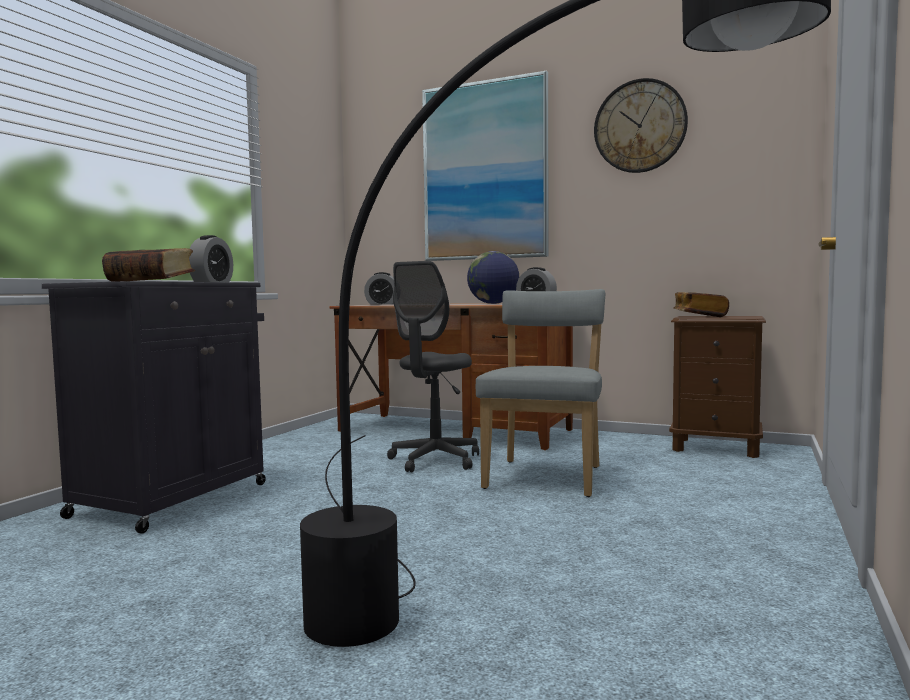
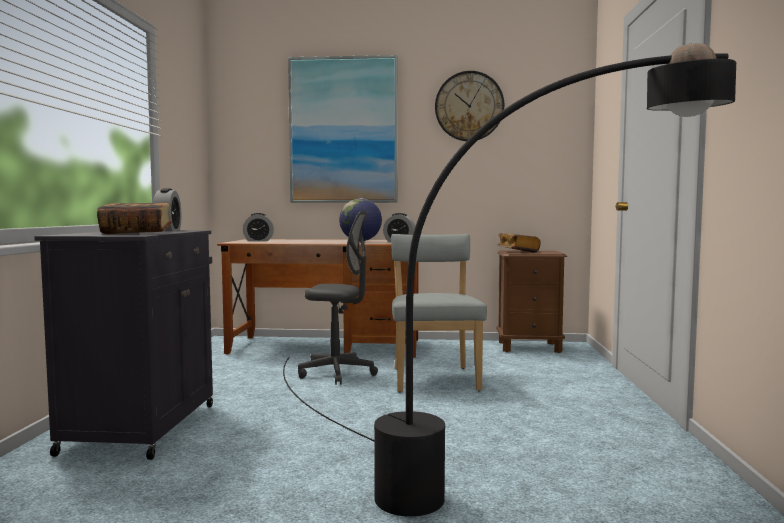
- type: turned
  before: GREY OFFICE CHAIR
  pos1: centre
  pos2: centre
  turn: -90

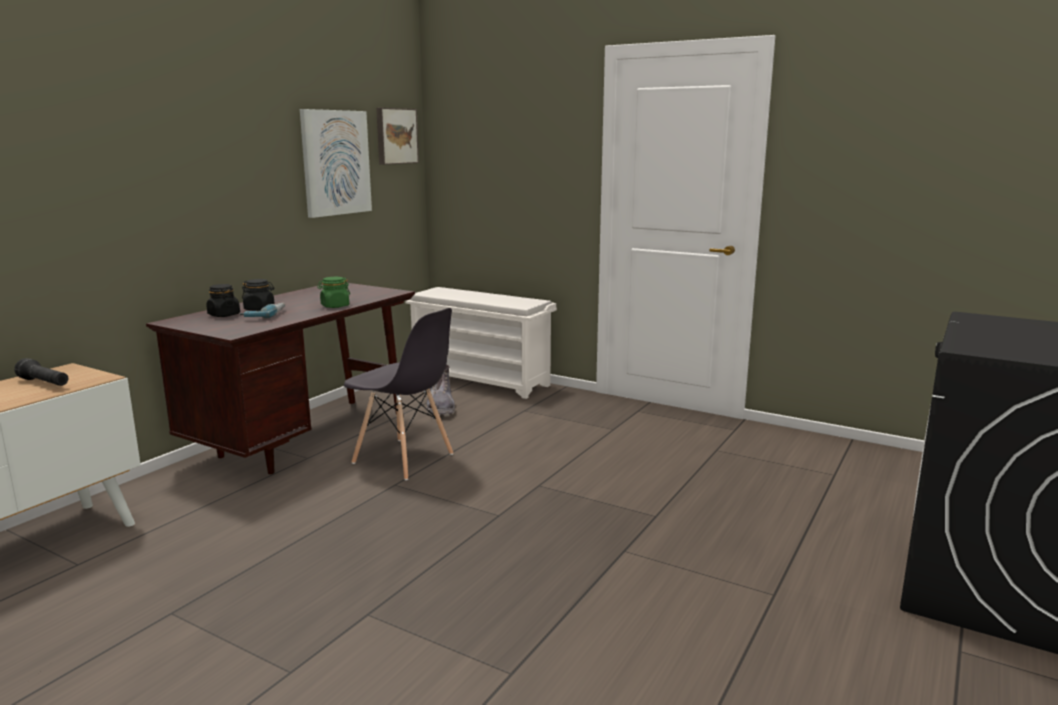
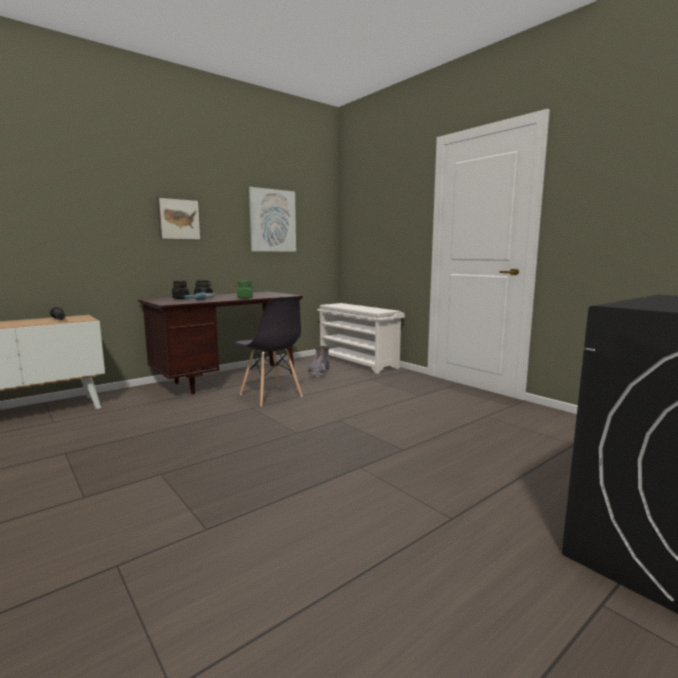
- type: moved
  before: PICTURE (2nd from left in the first image)
  after: PICTURE (1st from left)
  pos1: top centre
  pos2: top left

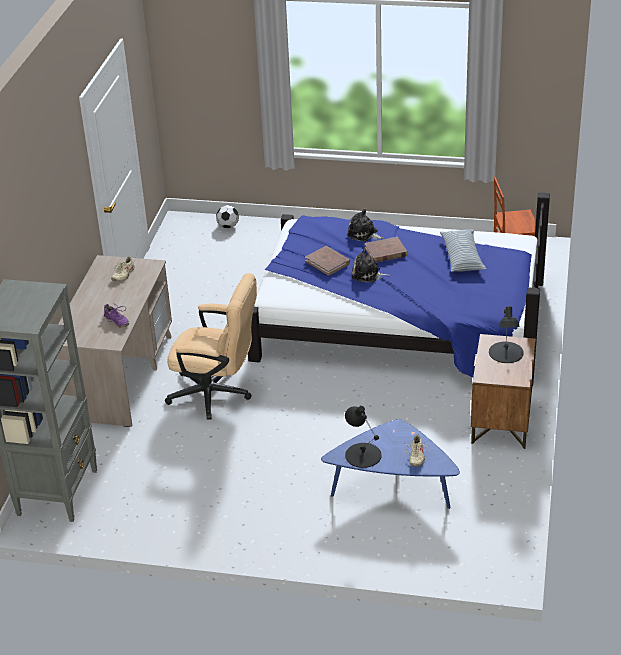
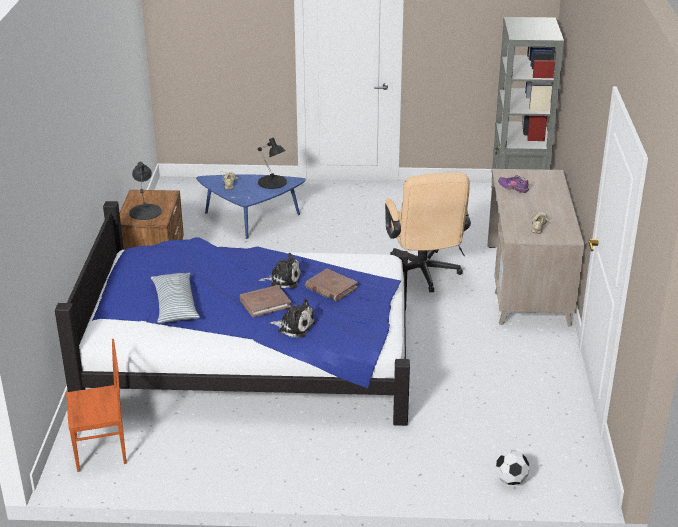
- type: turned
  before: BEIGE OFFICE CHAIR
  pos1: centre
  pos2: centre
  turn: -105

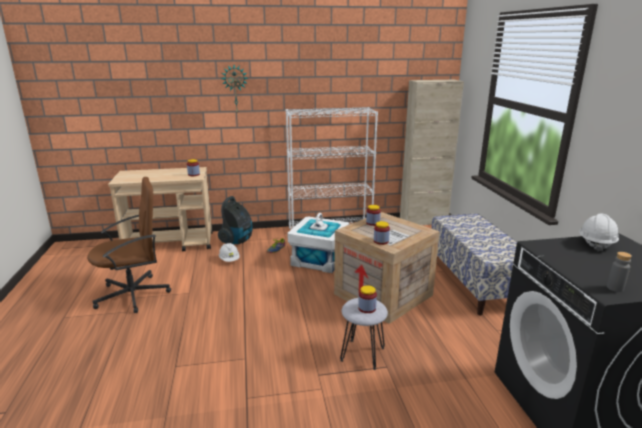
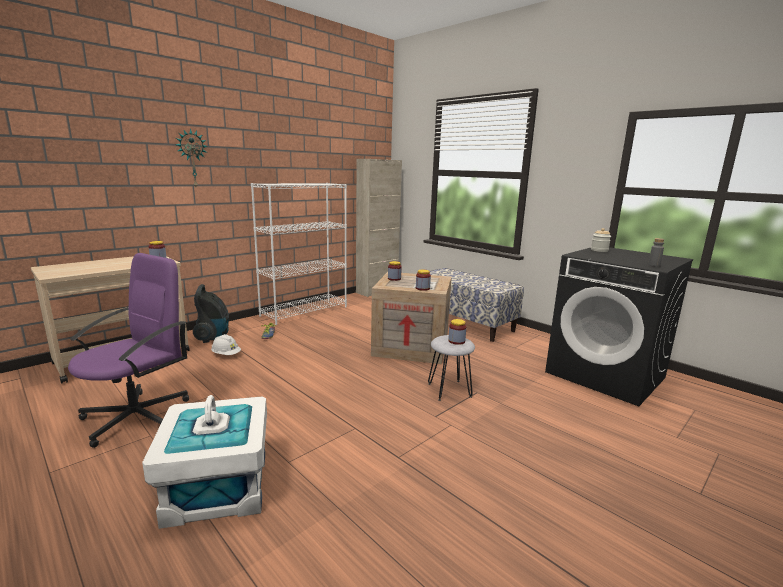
- type: recoloured
  before: BROWN OFFICE CHAIR
  after: PURPLE OFFICE CHAIR
  pos1: middle left
  pos2: middle left
- type: moved
  before: WHITE STORAGE BOX
  pos1: centre
  pos2: bottom left
- type: replaced
  before: WHITE HARD HAT (2nd from left)
  after: JAR (5th from left)
  pos1: middle right
  pos2: middle right

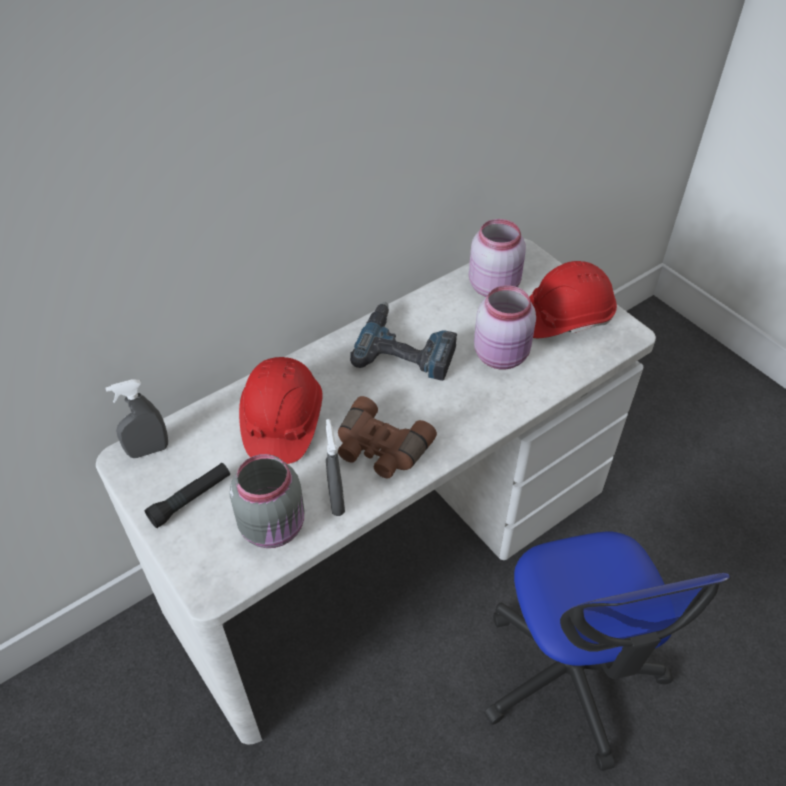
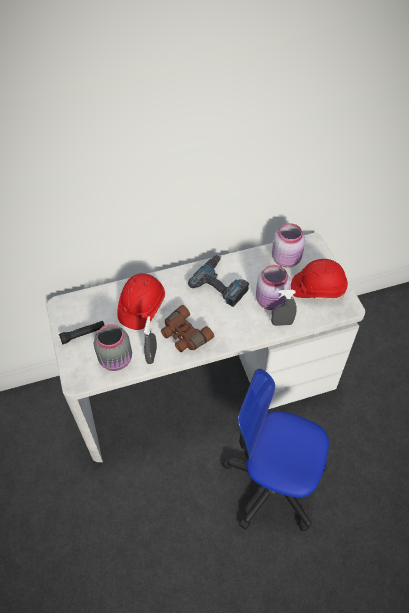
- type: moved
  before: GREY SPRAY BOTTLE (1st from left in the first image)
  after: GREY SPRAY BOTTLE (2nd from left)
  pos1: middle left
  pos2: middle right
- type: turned
  before: OFFICE CHAIR
  pos1: bottom right
  pos2: bottom right
  turn: 105

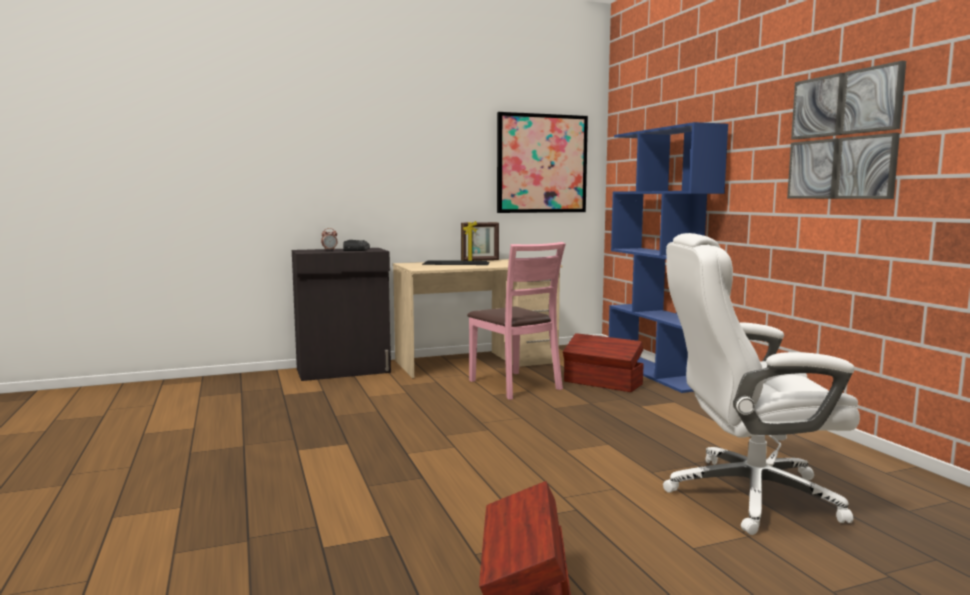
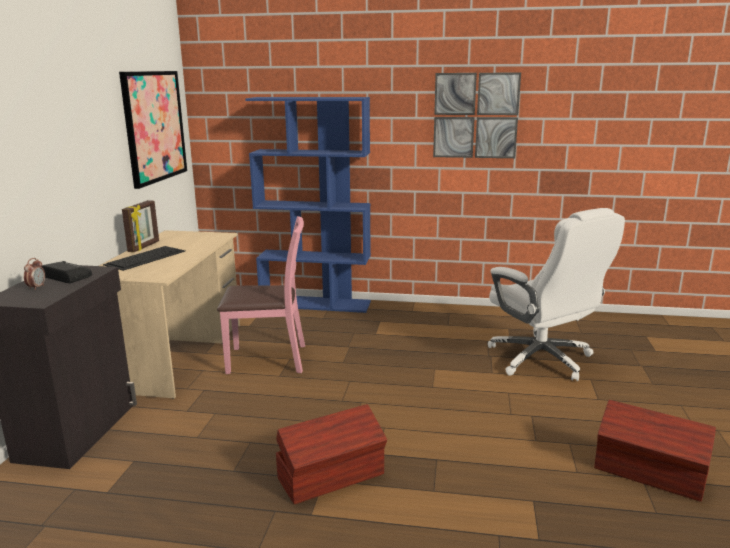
- type: turned
  before: WHITE OFFICE CHAIR
  pos1: middle right
  pos2: middle right
  turn: -60
- type: moved
  before: BROWN STORAGE BOX (2nd from left in the first image)
  after: BROWN STORAGE BOX (1st from left)
  pos1: centre
  pos2: bottom centre

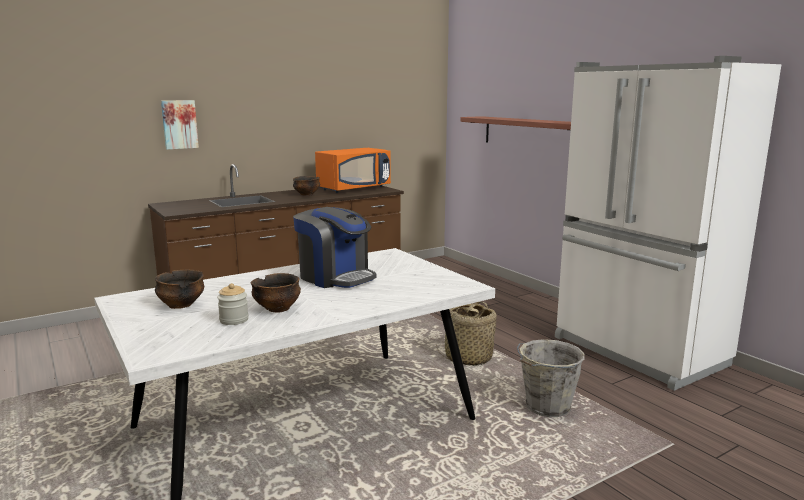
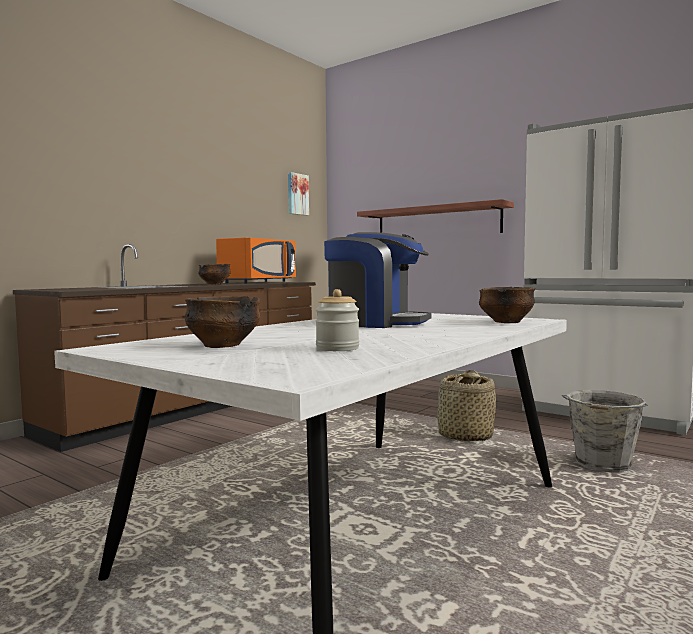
- type: moved
  before: PICTURE
  pos1: top left
  pos2: top centre
- type: moved
  before: BOWL (2nd from left in the first image)
  after: BOWL (3rd from left)
  pos1: centre
  pos2: middle right

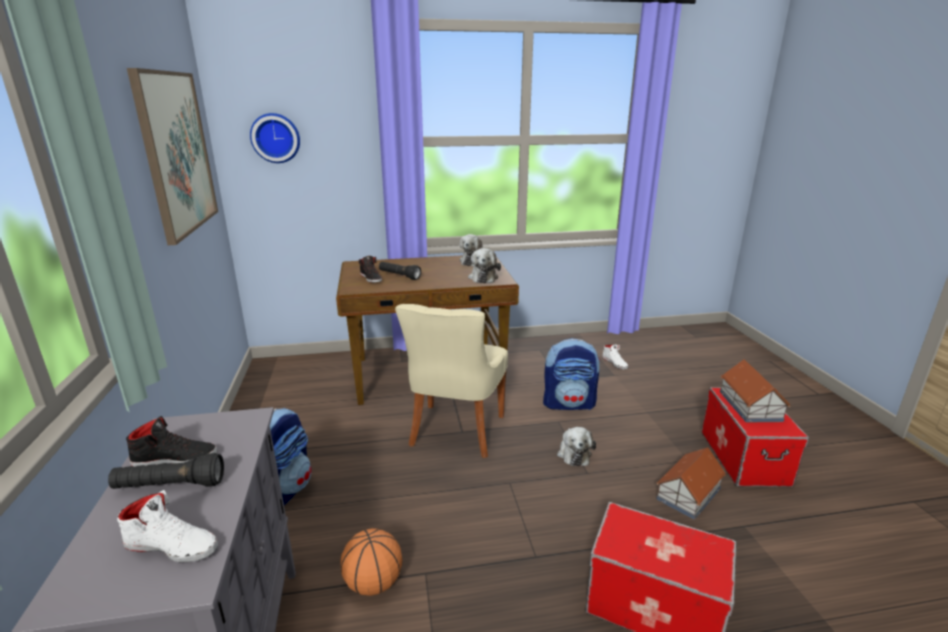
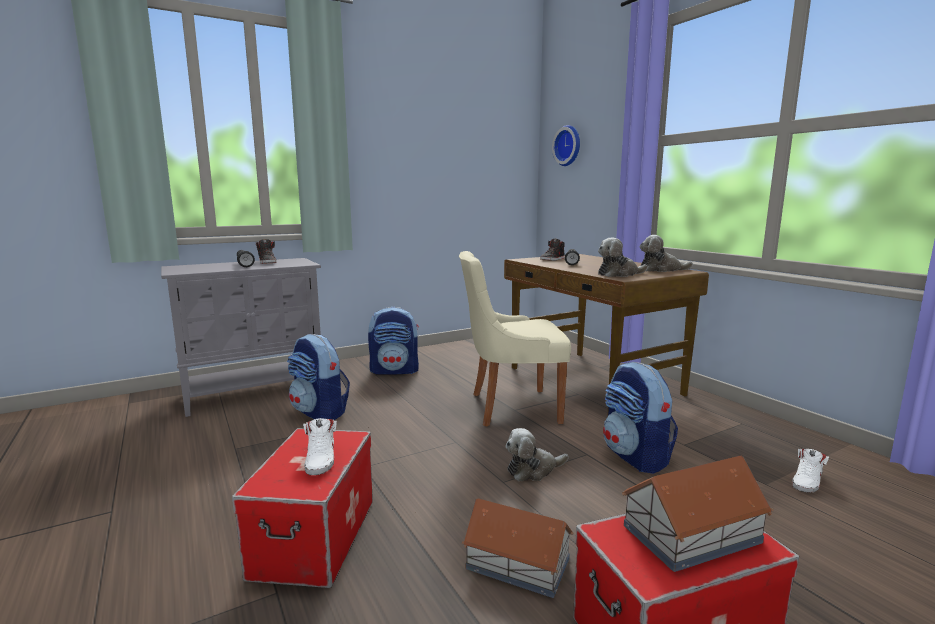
- type: removed
  before: PICTURE
  pos1: top left
- type: moved
  before: WHITE SHOE (1st from left)
  pos1: bottom left
  pos2: bottom centre
- type: replaced
  before: BASKETBALL
  after: BACKPACK (1st from left)
  pos1: bottom centre
  pos2: centre

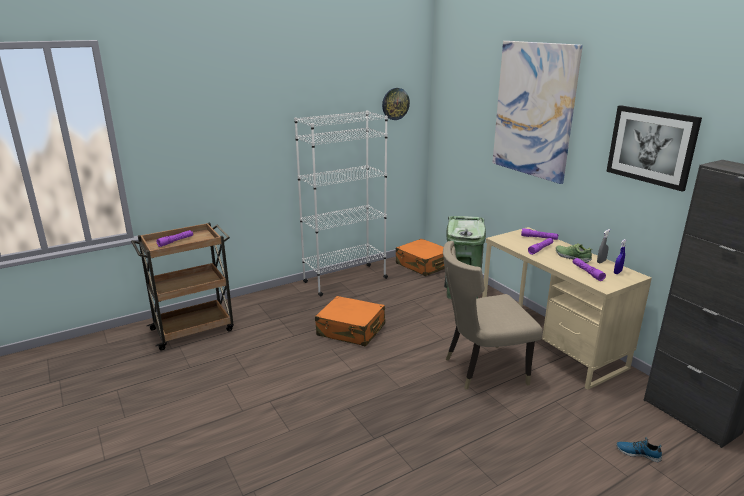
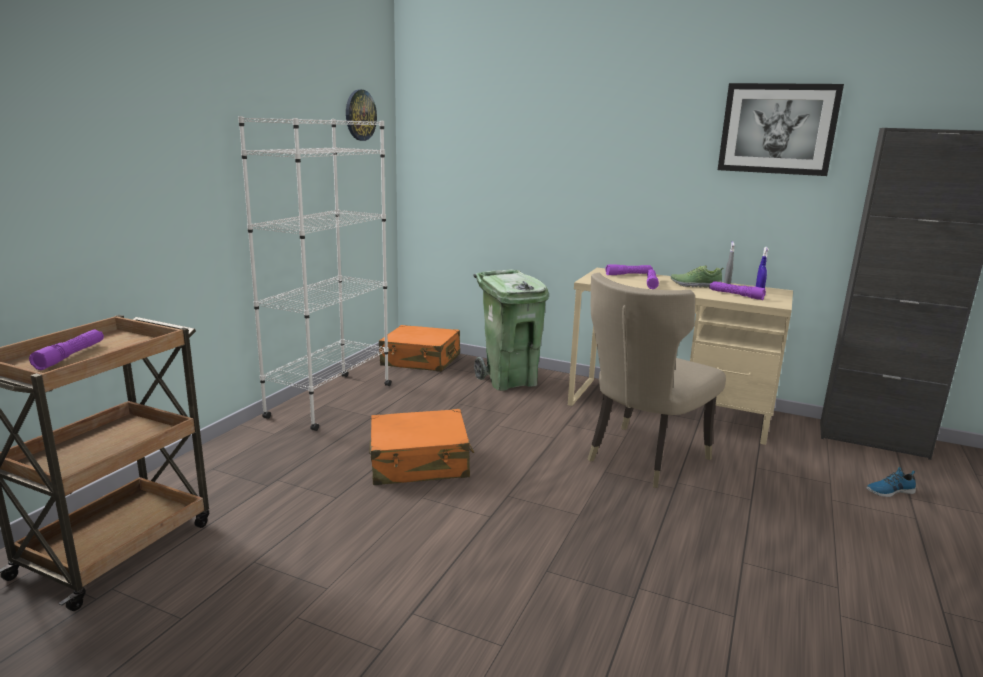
- type: removed
  before: PICTURE (1st from left)
  pos1: top right

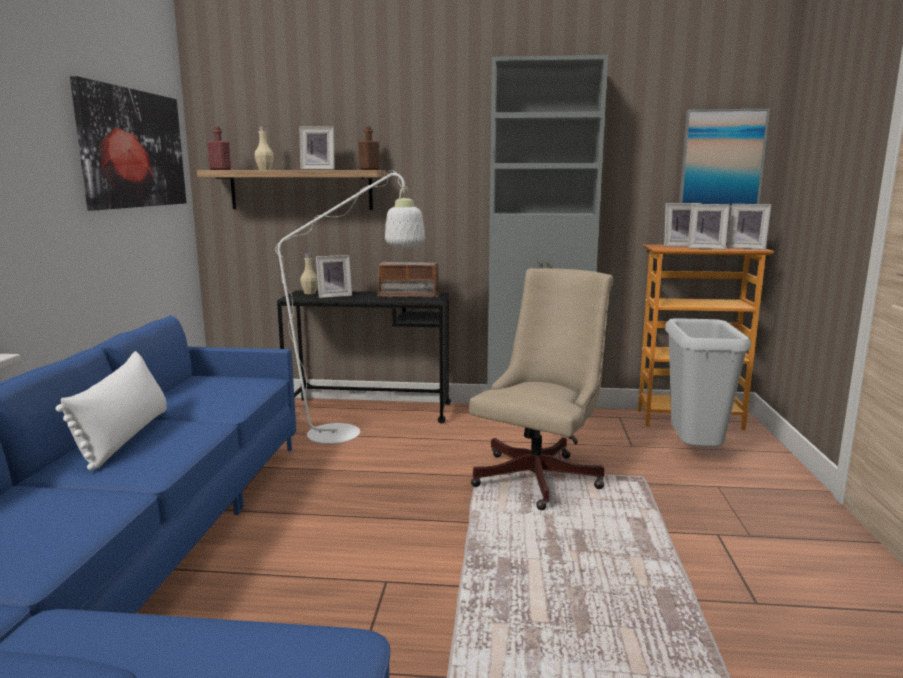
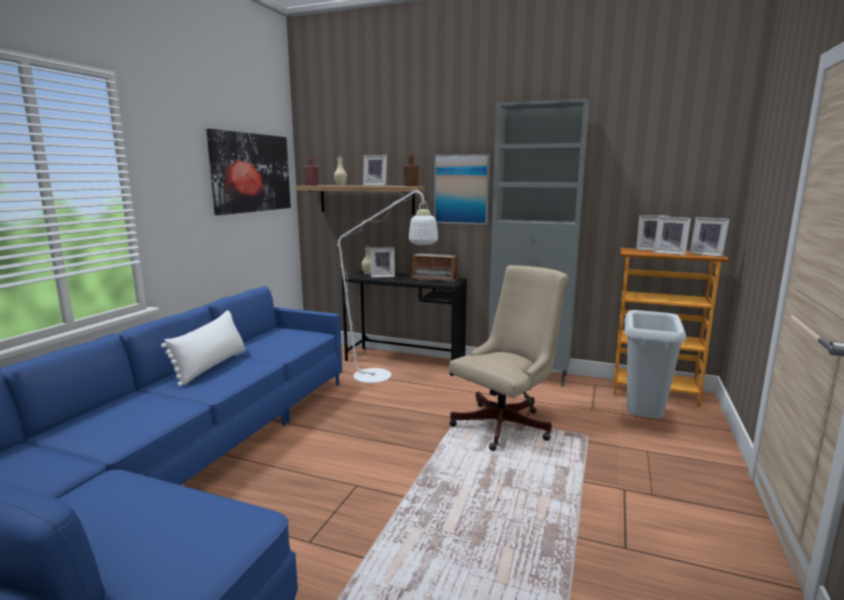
- type: moved
  before: PICTURE (2nd from left)
  pos1: top right
  pos2: top centre

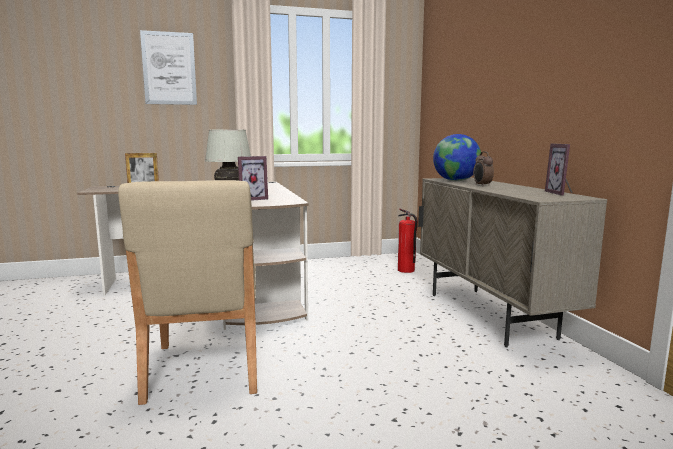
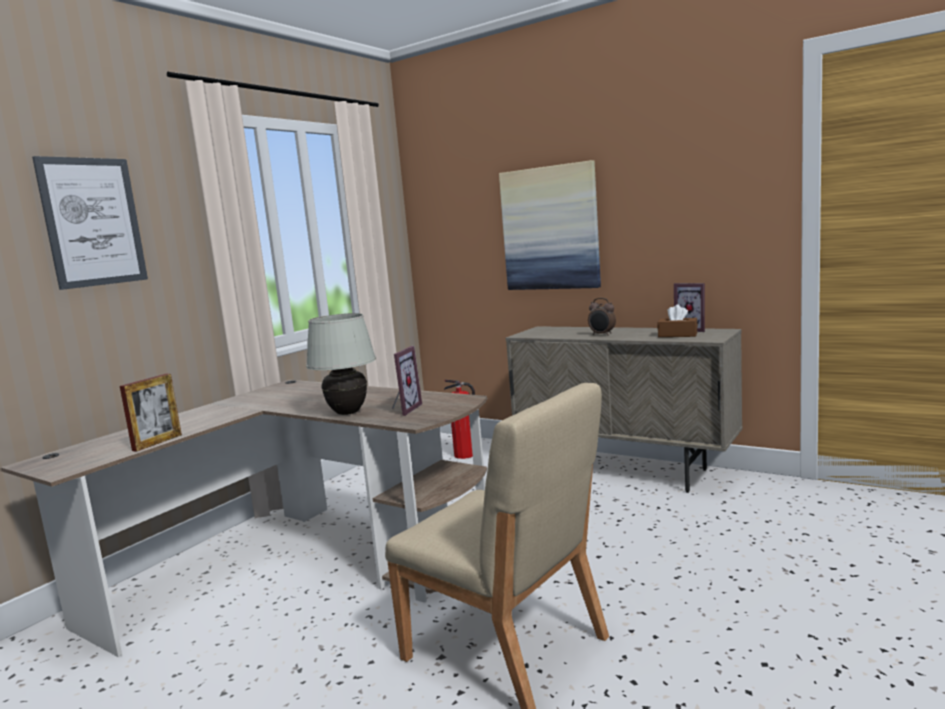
- type: removed
  before: GLOBE
  pos1: middle right
- type: added
  after: PICTURE (2nd from left)
  pos2: top centre
- type: added
  after: BROWN TISSUE BOX
  pos2: middle right

